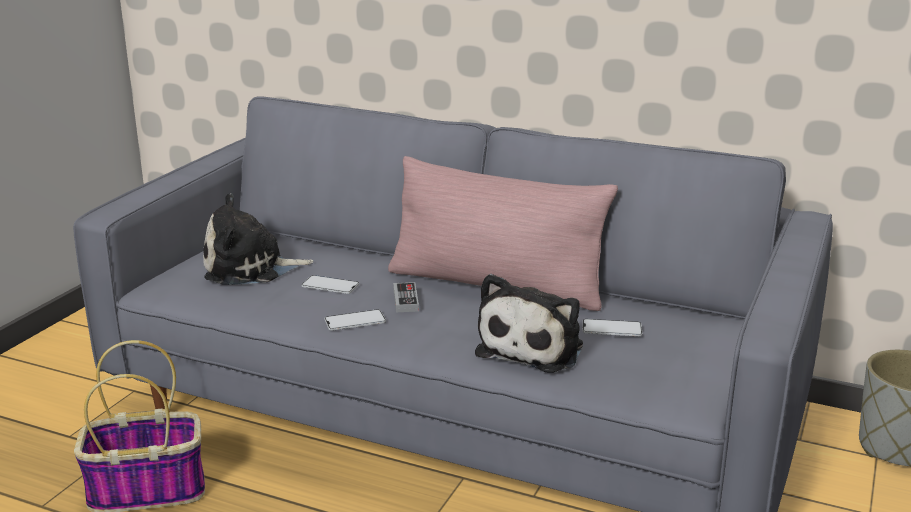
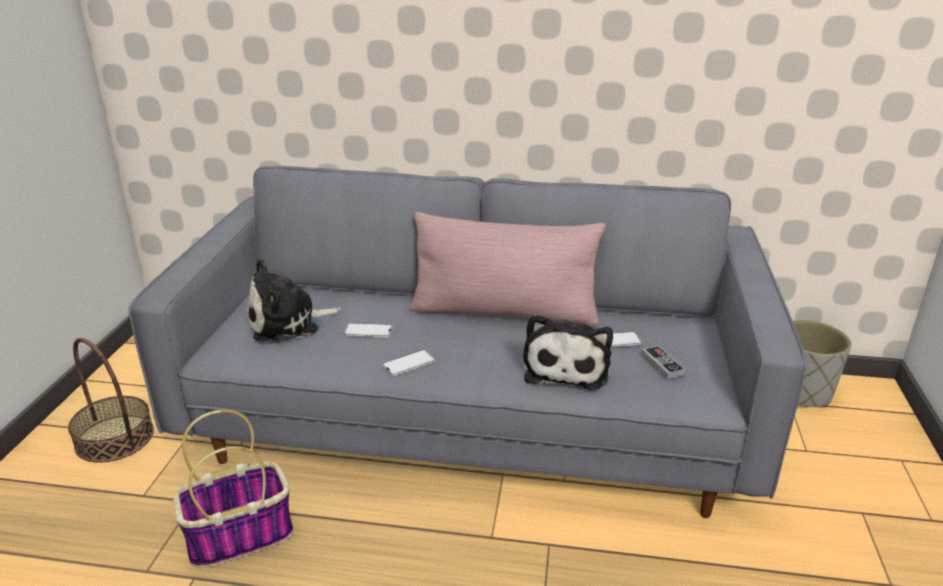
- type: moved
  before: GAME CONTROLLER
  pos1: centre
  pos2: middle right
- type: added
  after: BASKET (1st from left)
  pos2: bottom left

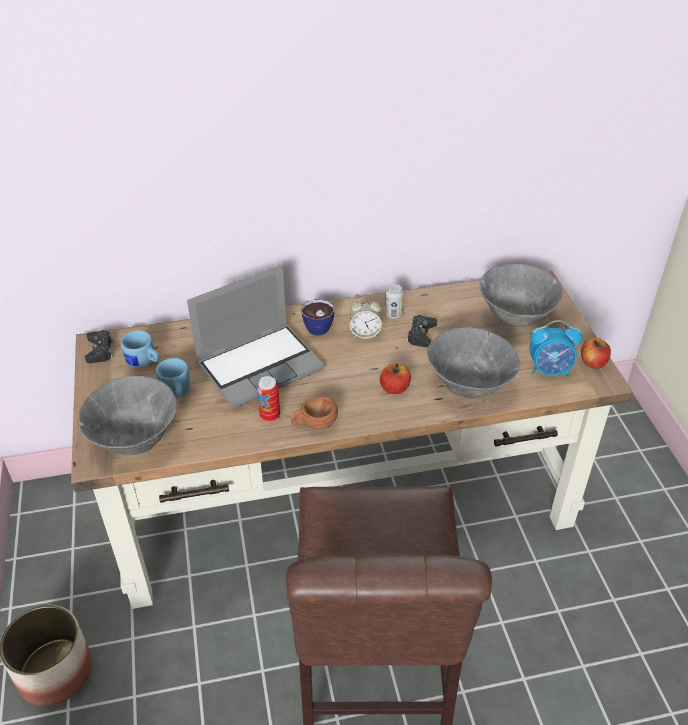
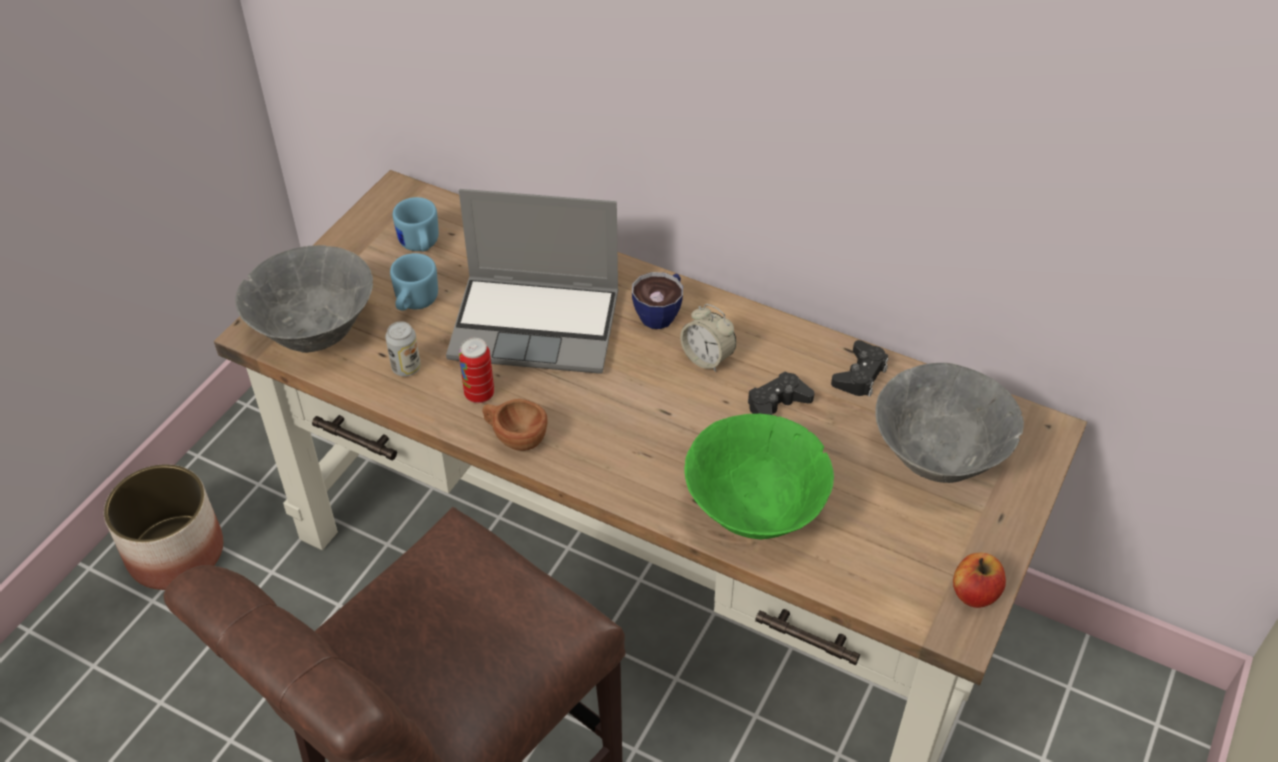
- type: moved
  before: CAN (2nd from left in the first image)
  after: CAN (1st from left)
  pos1: centre
  pos2: middle left
- type: removed
  before: ALARM CLOCK (2nd from left)
  pos1: middle right
- type: recoloured
  before: GREY BOWL (2nd from left)
  after: GREEN BOWL
  pos1: middle right
  pos2: centre
- type: moved
  before: BLACK GAME CONTROLLER (1st from left in the first image)
  after: BLACK GAME CONTROLLER (2nd from left)
  pos1: middle left
  pos2: middle right
- type: removed
  before: APPLE (1st from left)
  pos1: centre

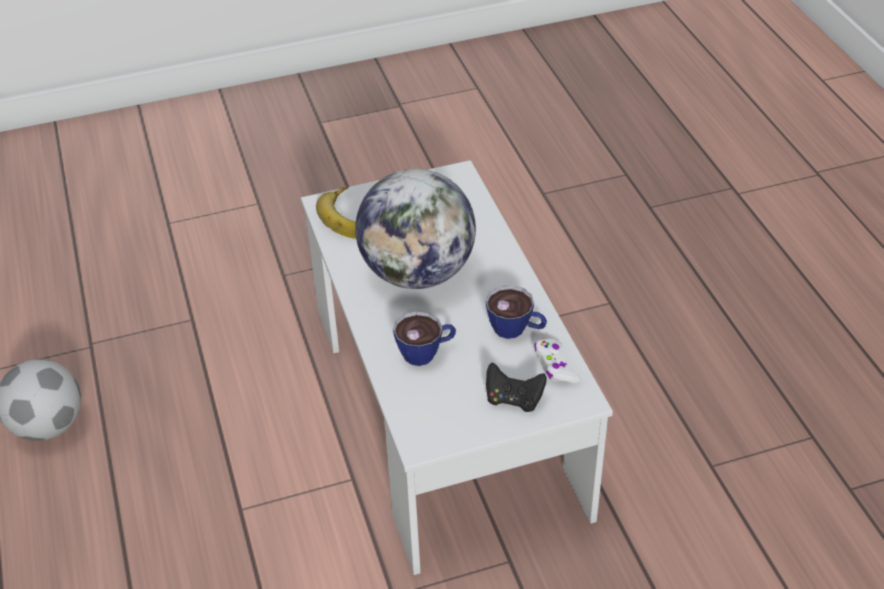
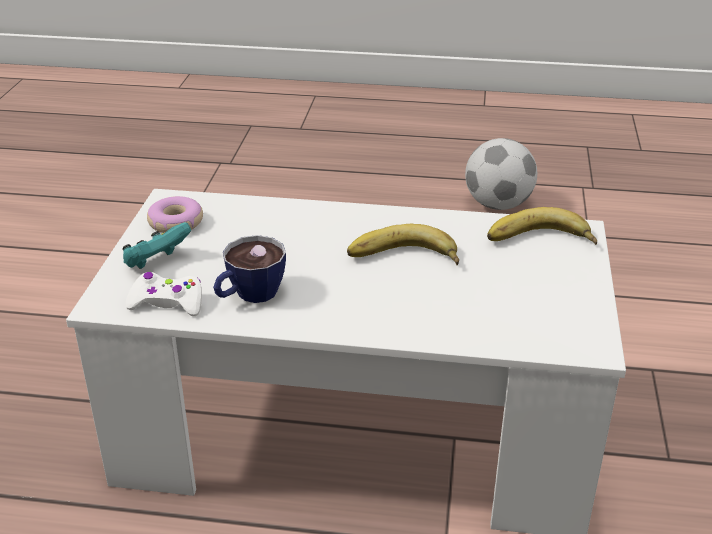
- type: replaced
  before: GLOBE
  after: BANANA (1st from left)
  pos1: centre
  pos2: centre
- type: removed
  before: CUP (1st from left)
  pos1: centre
- type: recoloured
  before: BLACK GAME CONTROLLER
  after: TURQUOISE GAME CONTROLLER
  pos1: centre
  pos2: middle left
- type: added
  after: DONUT
  pos2: middle left

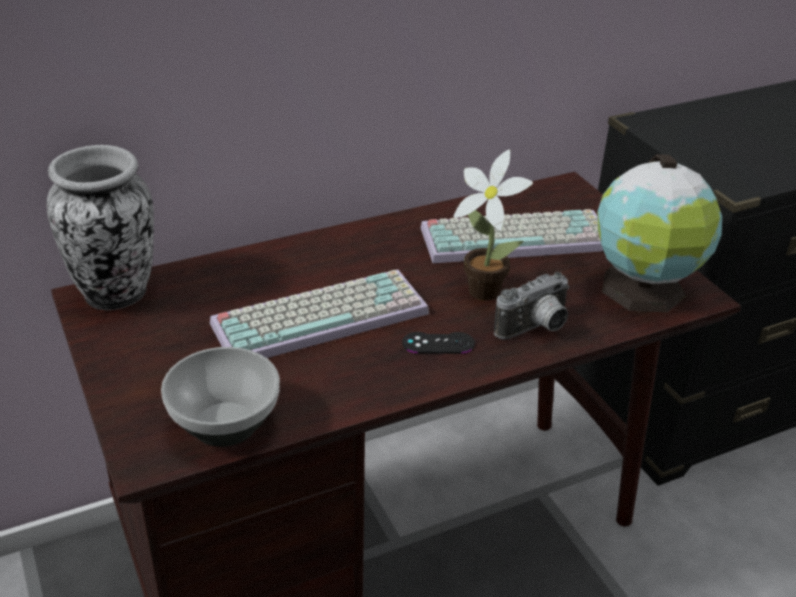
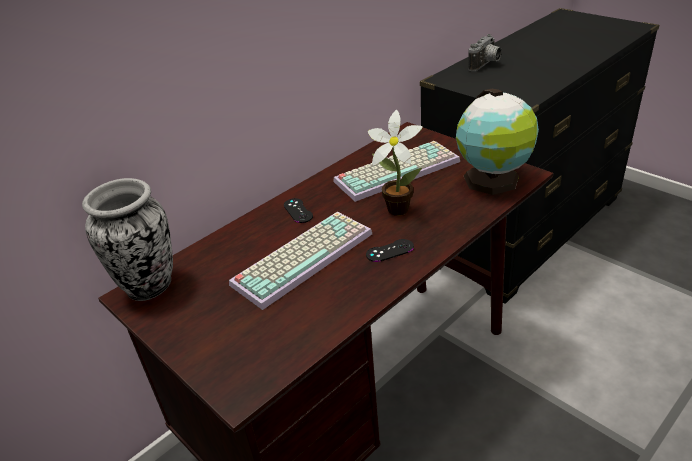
- type: moved
  before: PHOTO CAMERA
  pos1: middle right
  pos2: top right
- type: removed
  before: BOWL
  pos1: middle left
- type: added
  after: BLACK GAME CONTROLLER (1st from left)
  pos2: centre

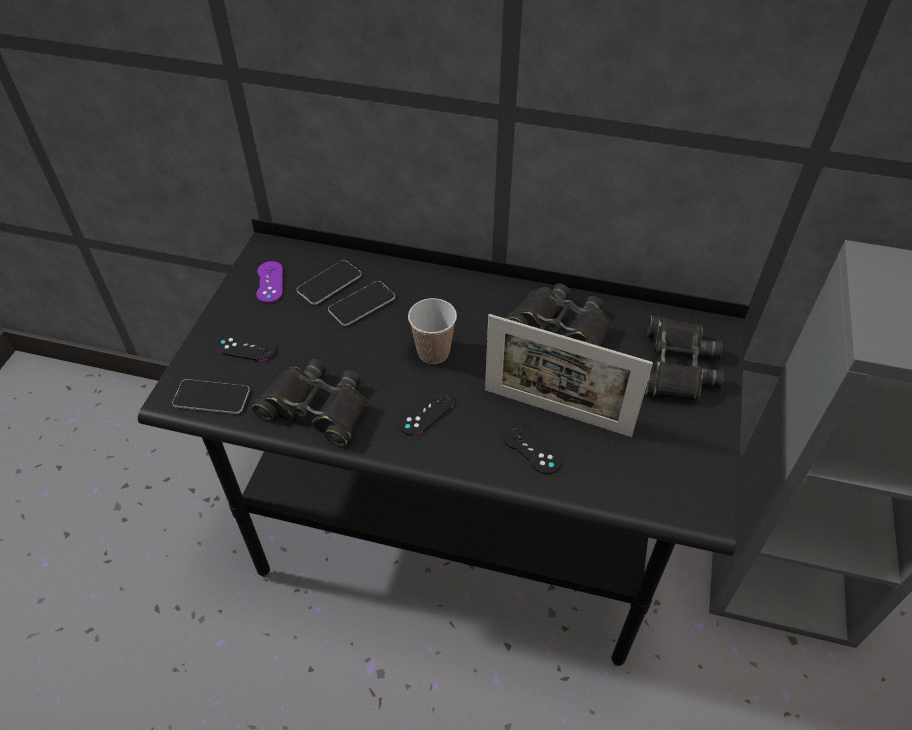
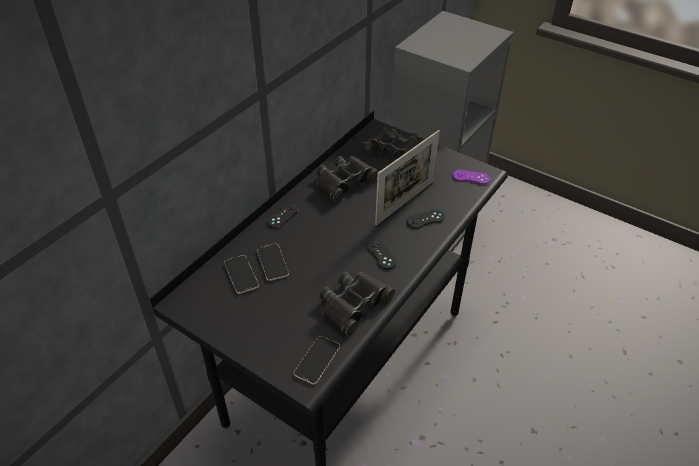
- type: moved
  before: PURPLE GAME CONTROLLER
  pos1: middle left
  pos2: middle right
- type: removed
  before: CUP
  pos1: centre
- type: moved
  before: BLACK GAME CONTROLLER (1st from left)
  pos1: middle left
  pos2: centre

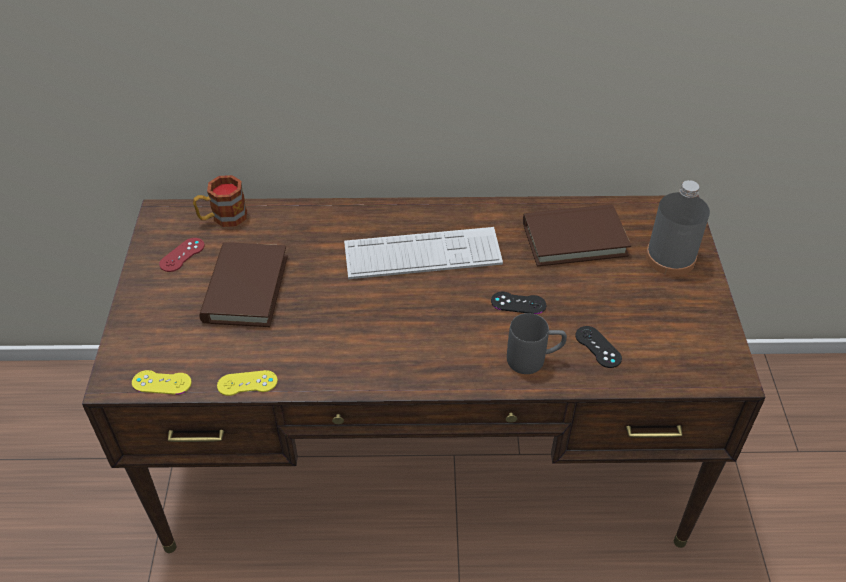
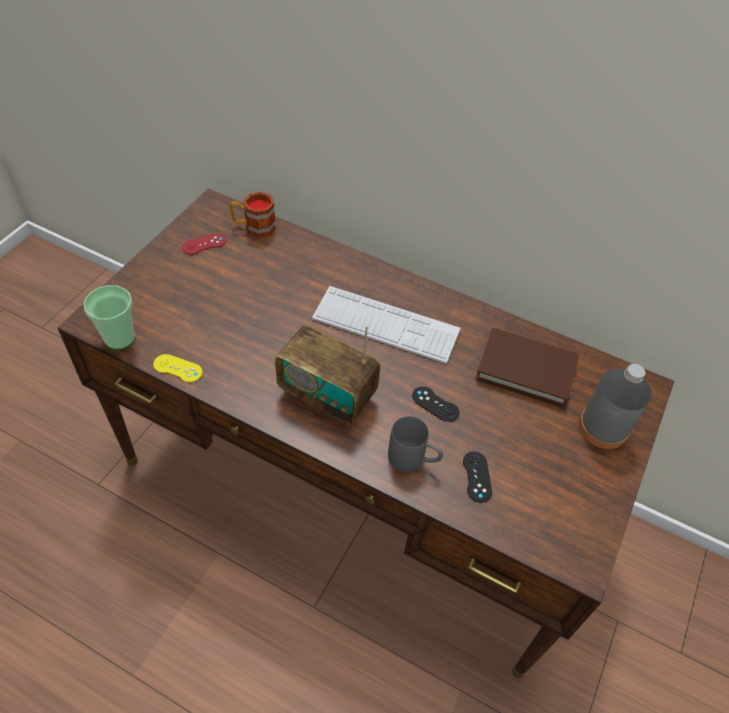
- type: removed
  before: BROWN BOOK (1st from left)
  pos1: middle left
- type: replaced
  before: YELLOW GAME CONTROLLER (1st from left)
  after: CUP
  pos1: middle left
  pos2: middle left
- type: added
  after: RADIO
  pos2: centre

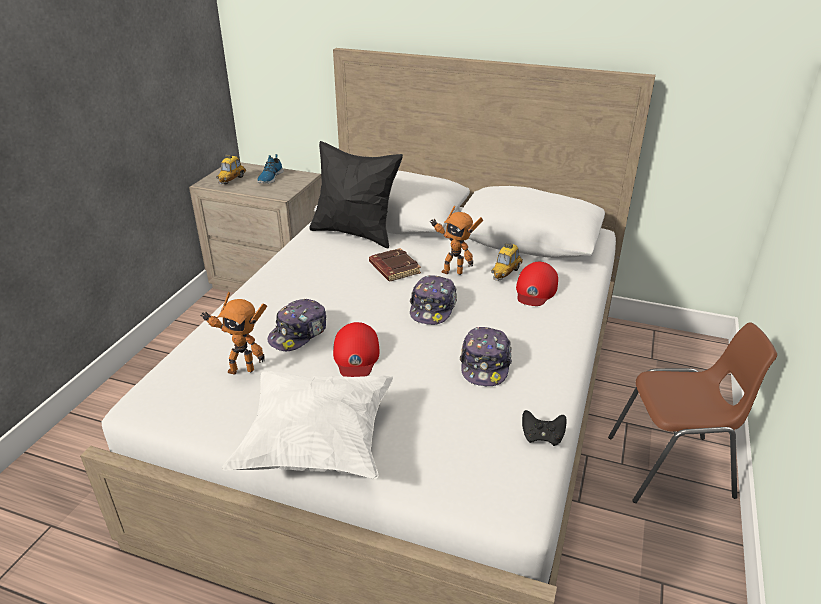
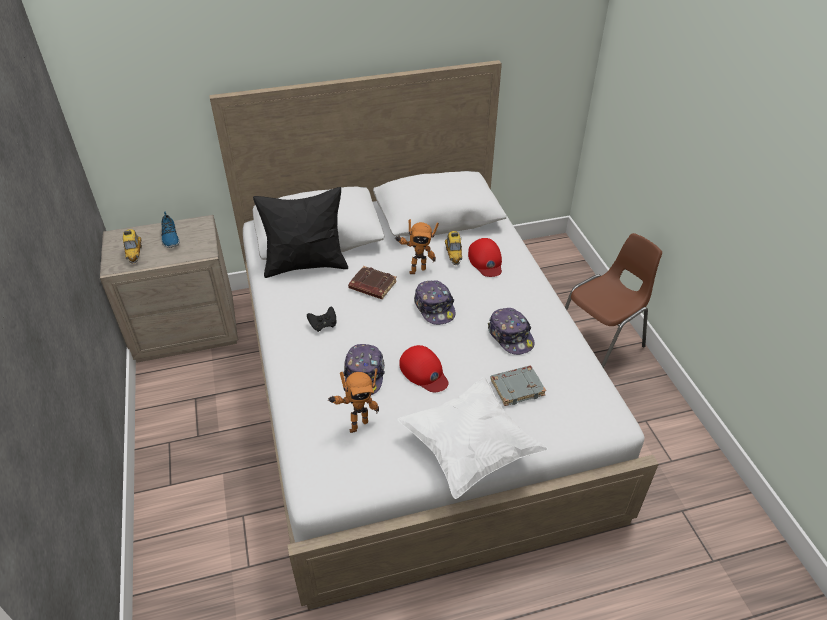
- type: moved
  before: BLACK GAME CONTROLLER
  pos1: bottom centre
  pos2: centre
- type: added
  after: GREY BOOK
  pos2: centre

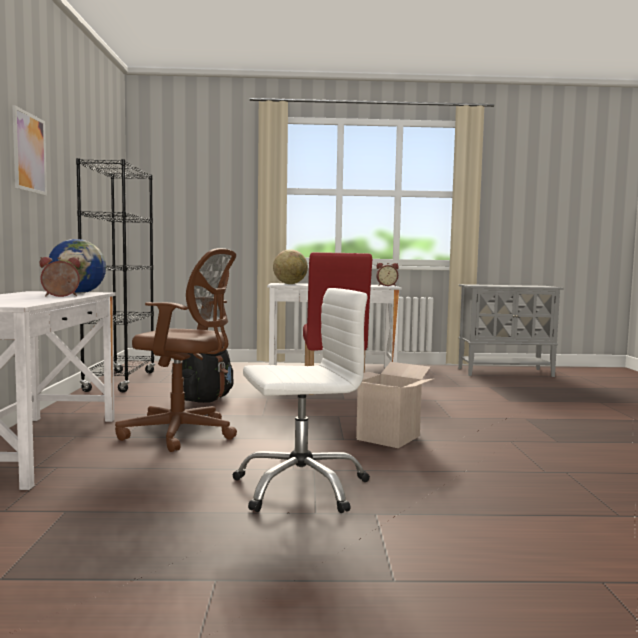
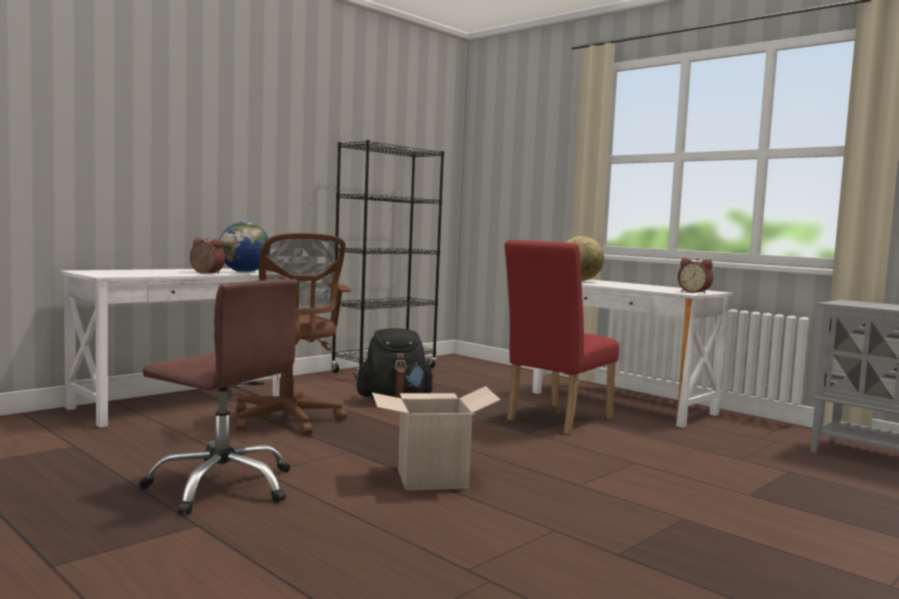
- type: removed
  before: PICTURE
  pos1: top left
- type: recoloured
  before: WHITE OFFICE CHAIR
  after: BROWN OFFICE CHAIR (1st from left)
  pos1: centre
  pos2: middle left

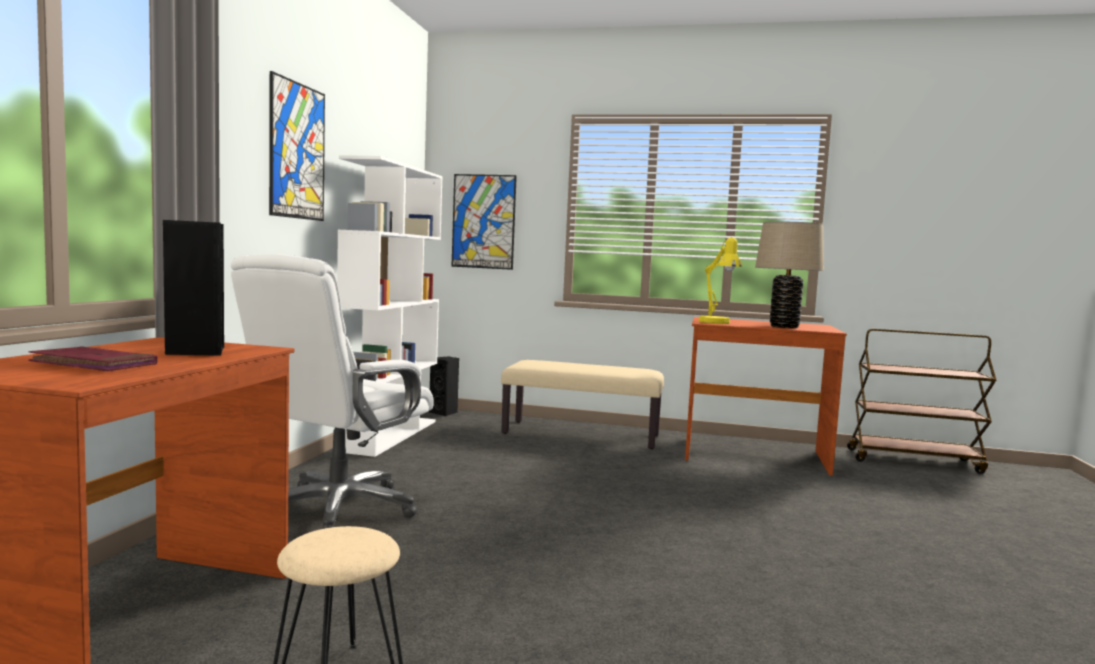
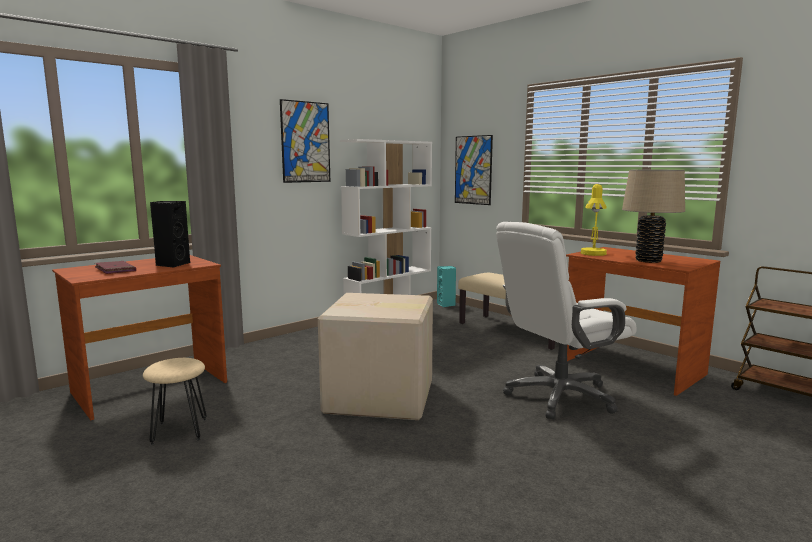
- type: moved
  before: WHITE OFFICE CHAIR
  pos1: middle left
  pos2: middle right
- type: recoloured
  before: BLACK SPEAKER (2nd from left)
  after: TURQUOISE SPEAKER
  pos1: centre
  pos2: centre
- type: added
  after: CARDBOARD BOX
  pos2: centre

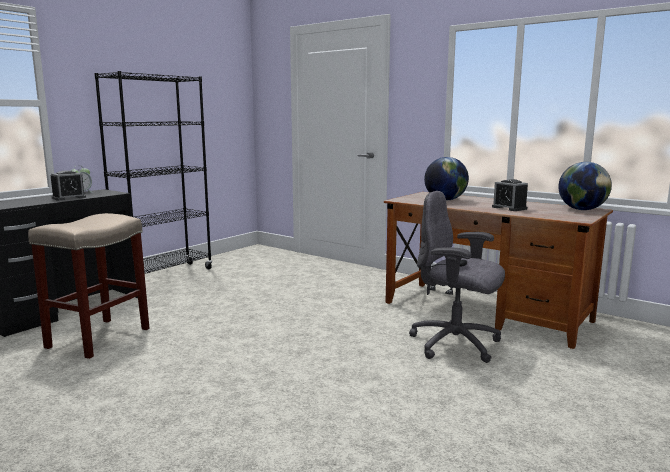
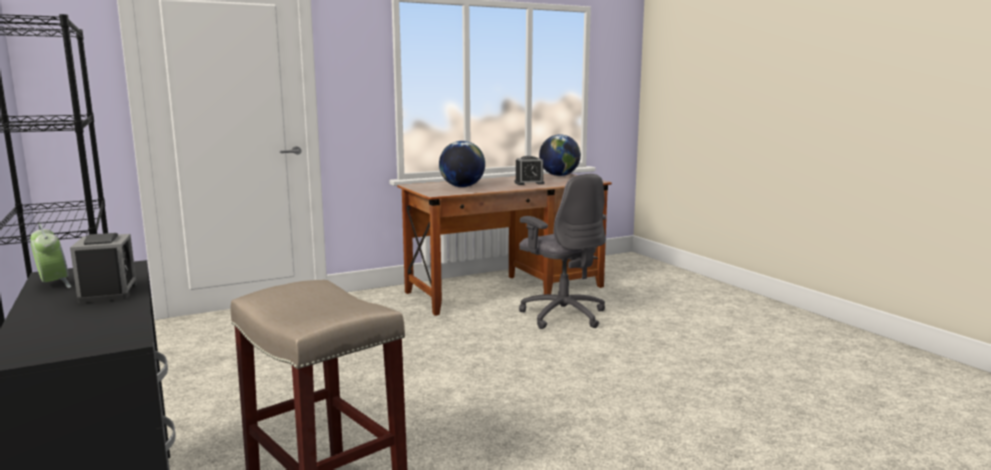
- type: turned
  before: GREY OFFICE CHAIR
  pos1: middle right
  pos2: centre
  turn: -90

